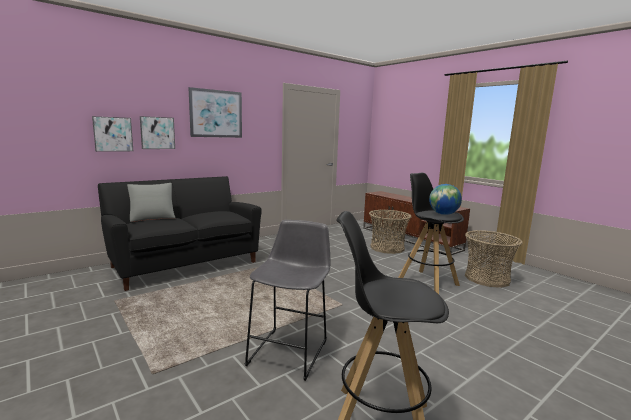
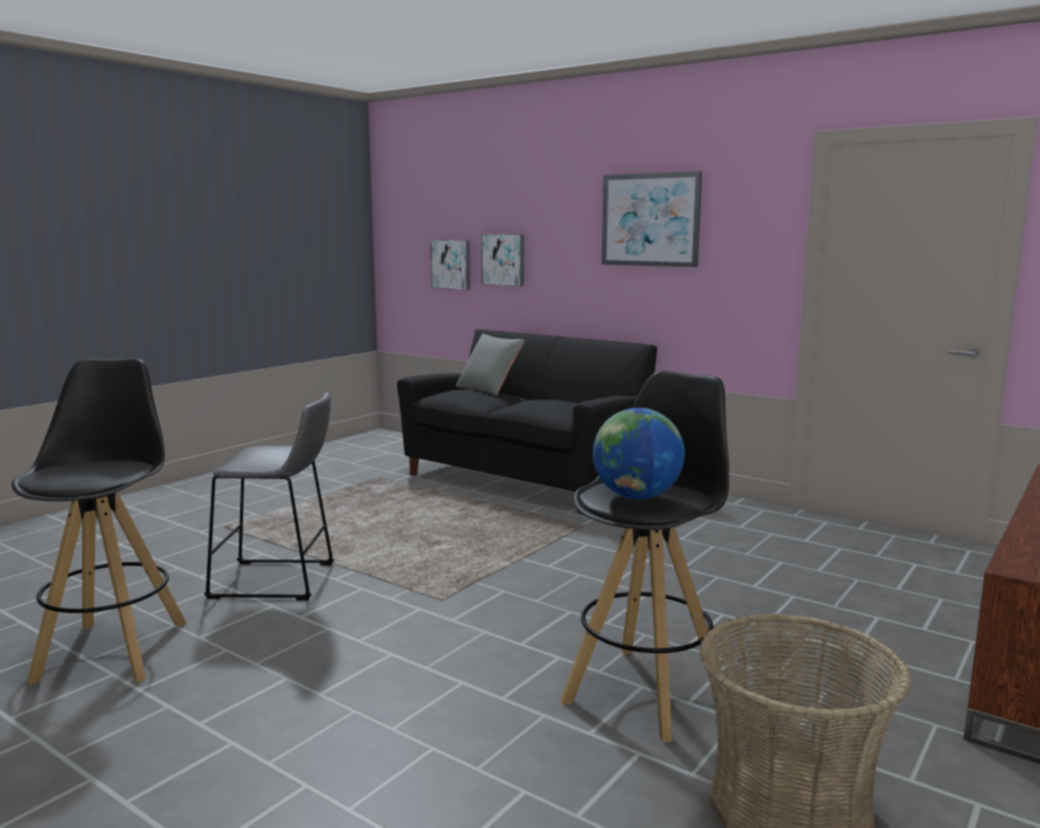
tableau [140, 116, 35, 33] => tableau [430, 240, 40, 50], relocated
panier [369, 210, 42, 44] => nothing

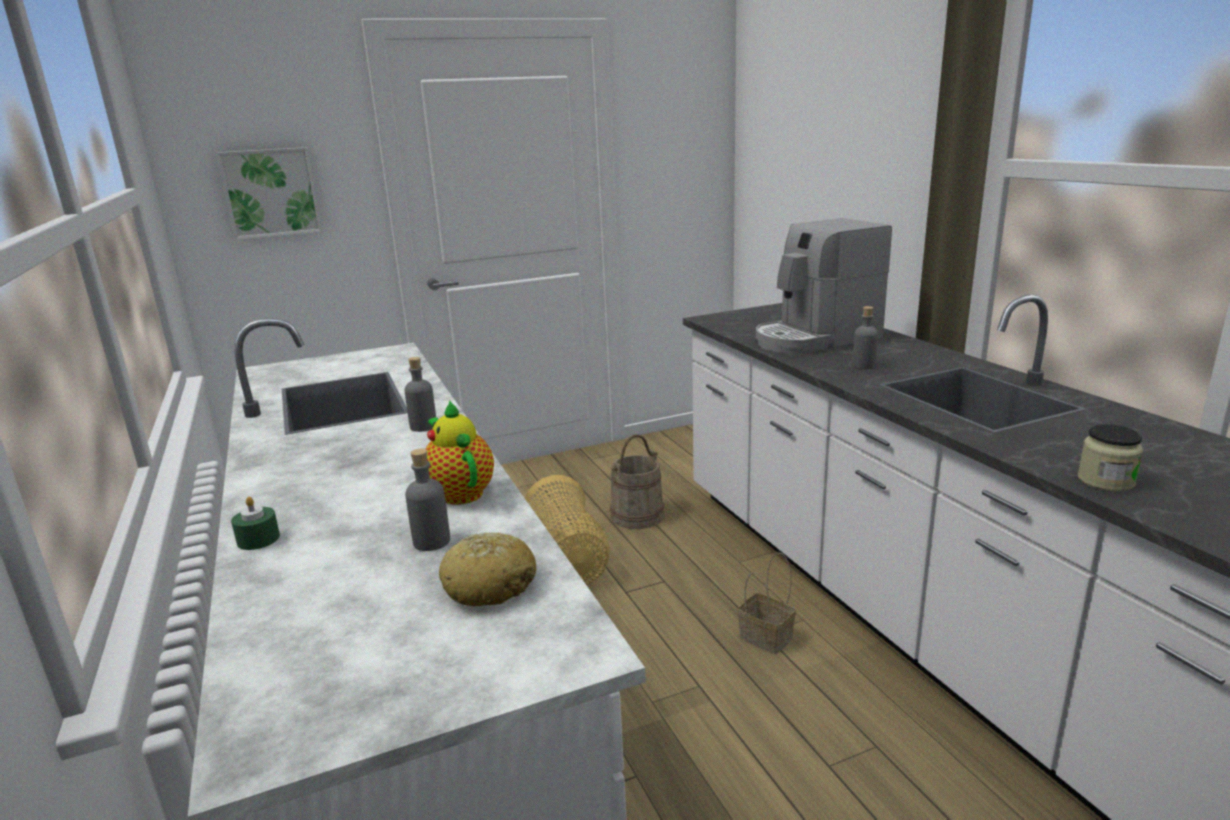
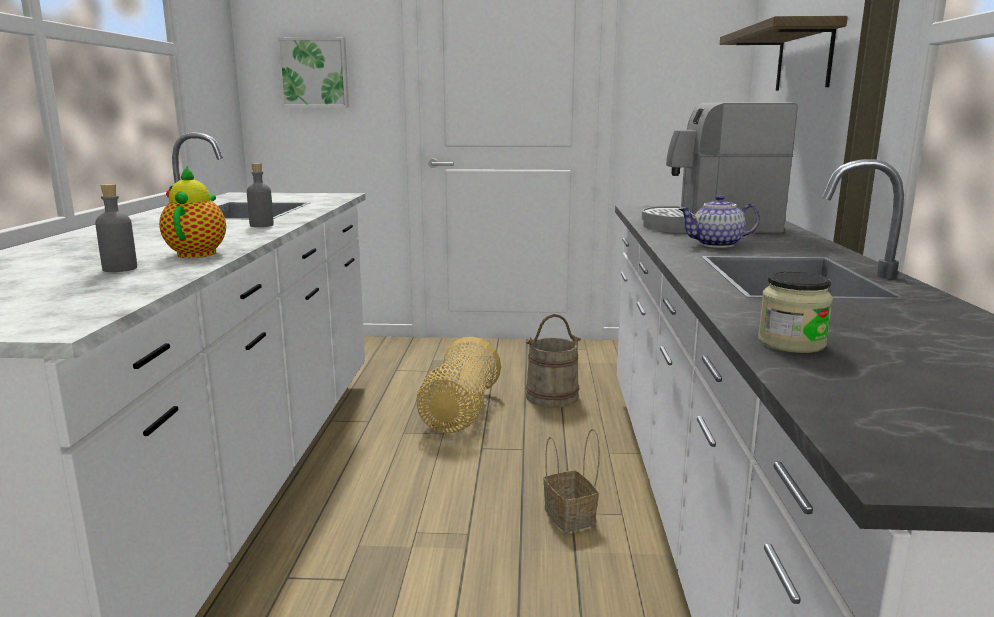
bouteille [gris] [852, 306, 26, 63] => théière [678, 195, 82, 53]
bougie [vert] [231, 497, 49, 53] => nothing
pain [439, 532, 97, 74] => nothing
nothing => étagère [720, 16, 128, 75]

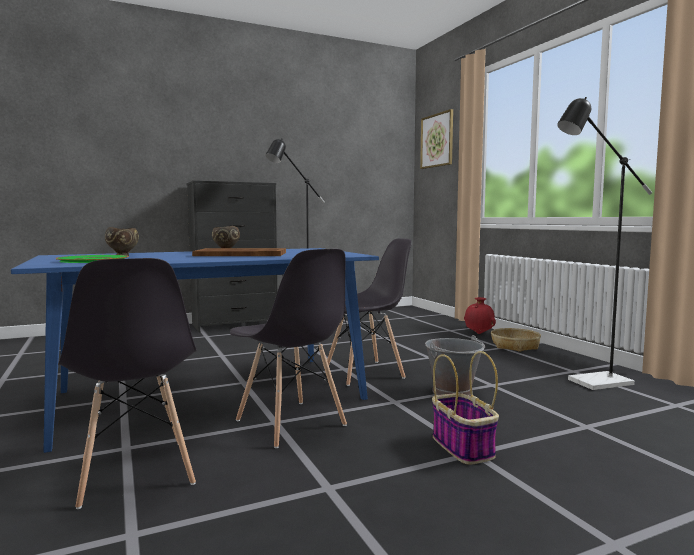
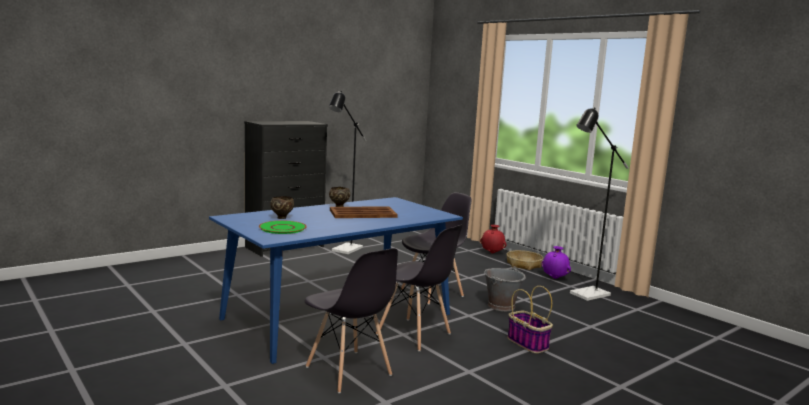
tableau [420, 109, 33, 60] => nothing
nothing => vase [violet] [542, 246, 29, 33]

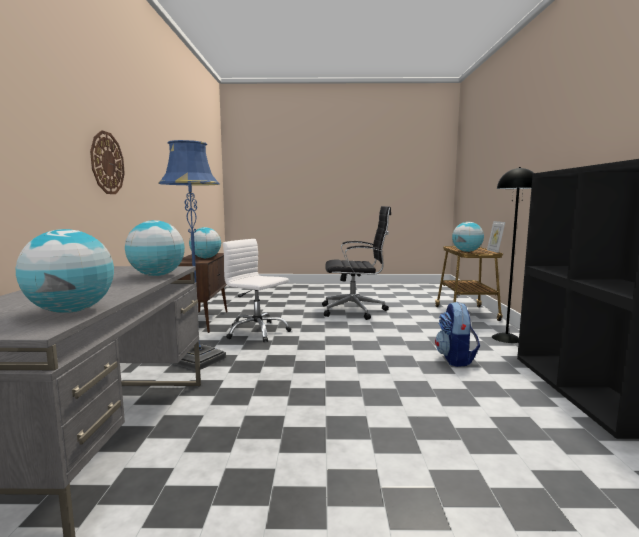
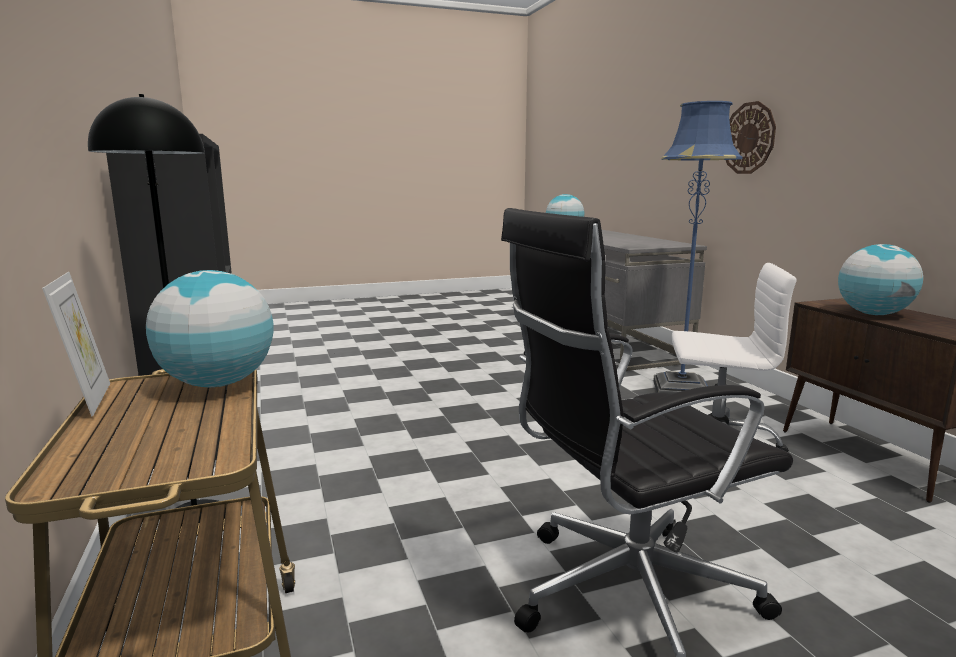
globe [125, 220, 60, 56] => nothing
sac à dos [435, 302, 45, 65] => nothing

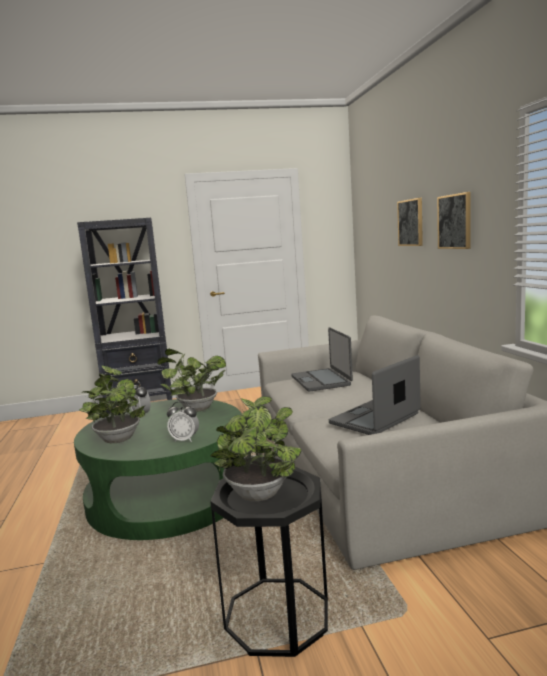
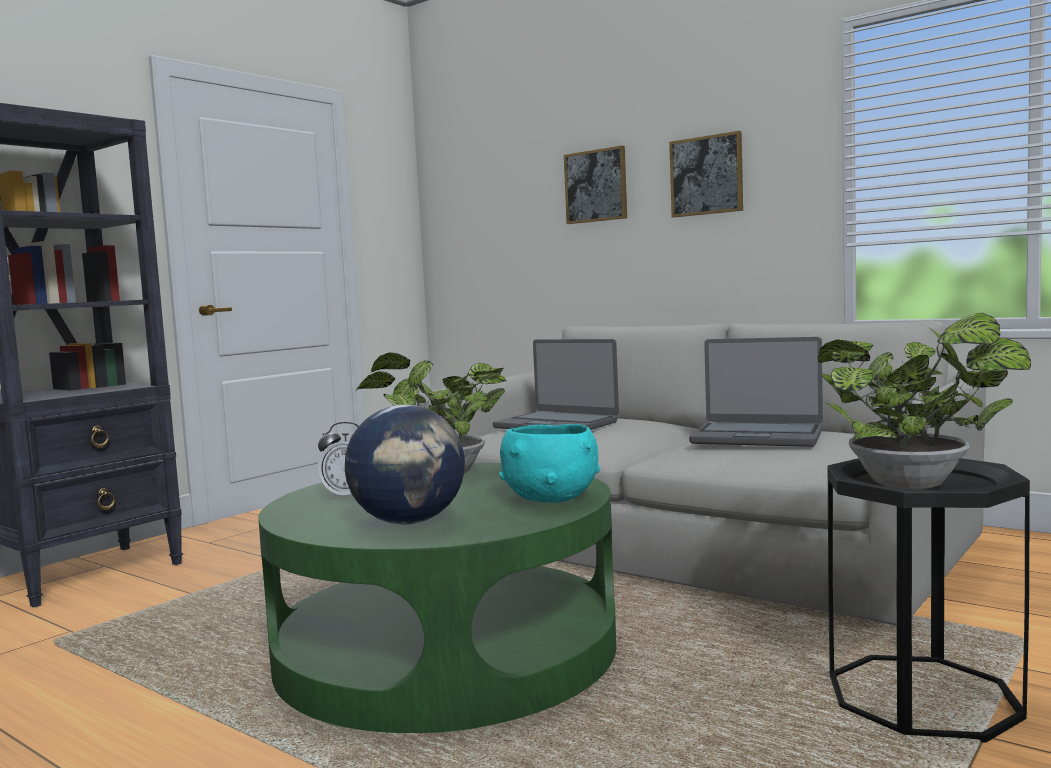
ordinateur portable [329, 355, 92, 80] => ordinateur portable [689, 337, 134, 110], 75 degrees counterclockwise
plante en pot [79, 365, 66, 78] => globe [345, 405, 120, 119]
réveil [167, 401, 32, 41] => bol [turquoise] [499, 424, 101, 79]

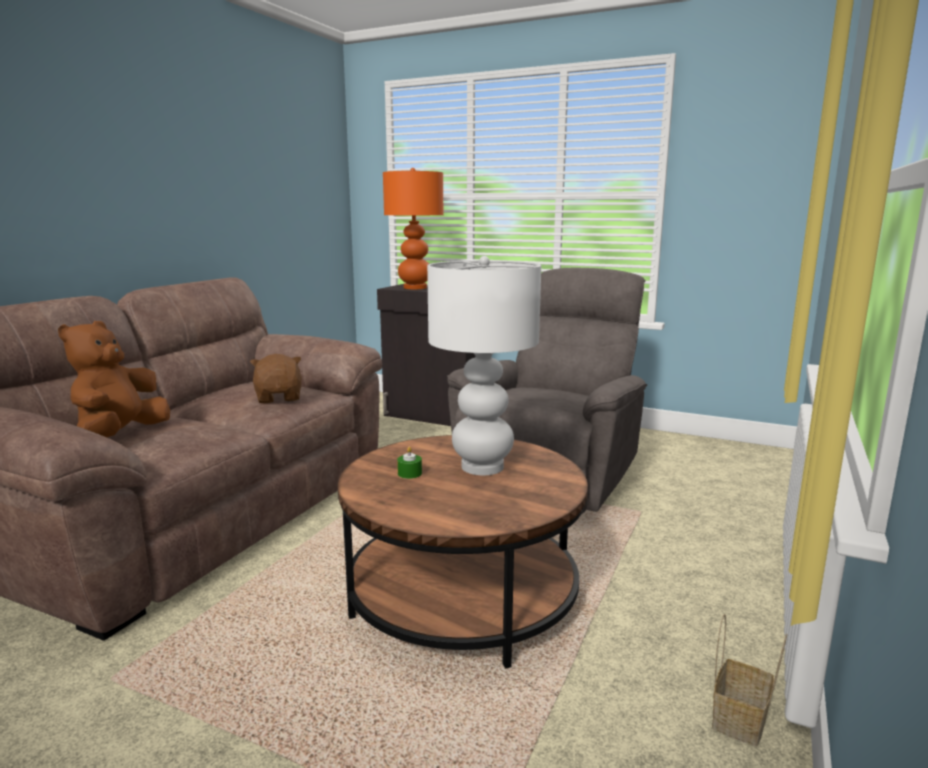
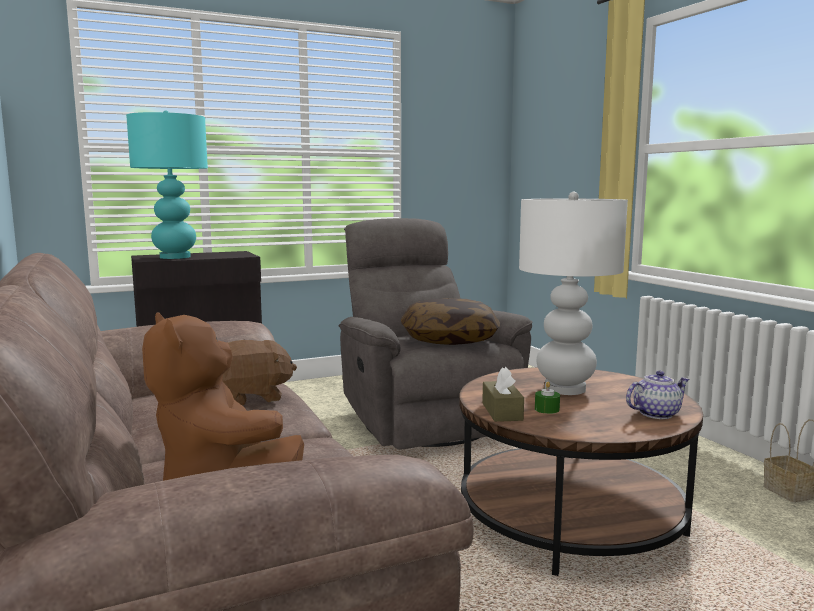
lampe de table [orange] [383, 168, 60, 121] => lampe de table [turquoise] [126, 111, 82, 148]
peluche [marron] [250, 354, 52, 49] => peluche [marron] [222, 340, 75, 65], 135 degrees clockwise
nothing => coussin [401, 298, 99, 47]
nothing => boîte à mouchoirs [marron] [482, 367, 42, 55]
nothing => théière [626, 371, 64, 48]

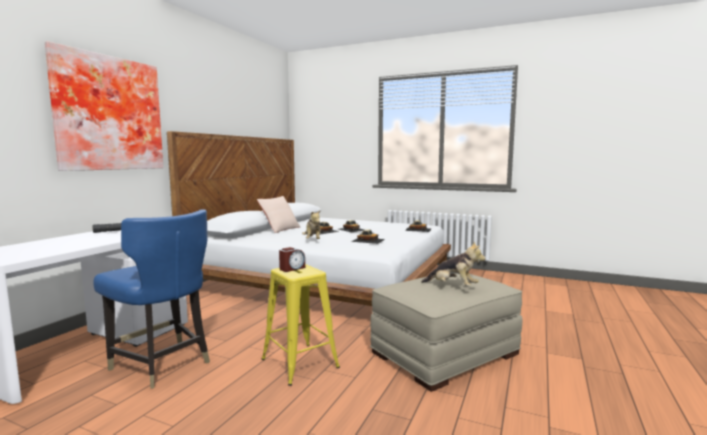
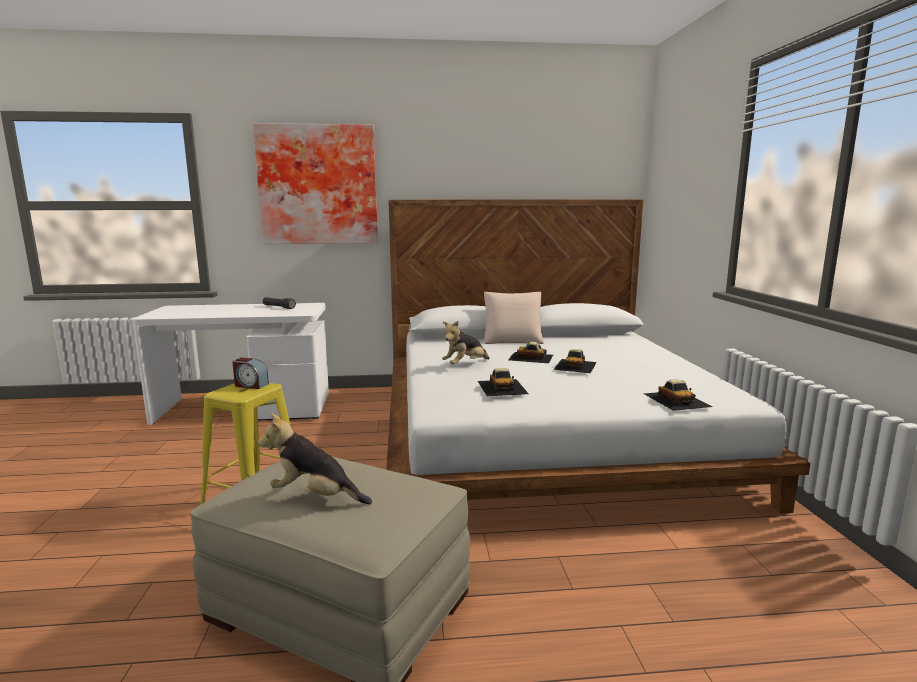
chaise [bleu] [93, 209, 117, 180] => nothing
peluche [422, 242, 63, 44] => peluche [258, 413, 114, 91], 105 degrees clockwise

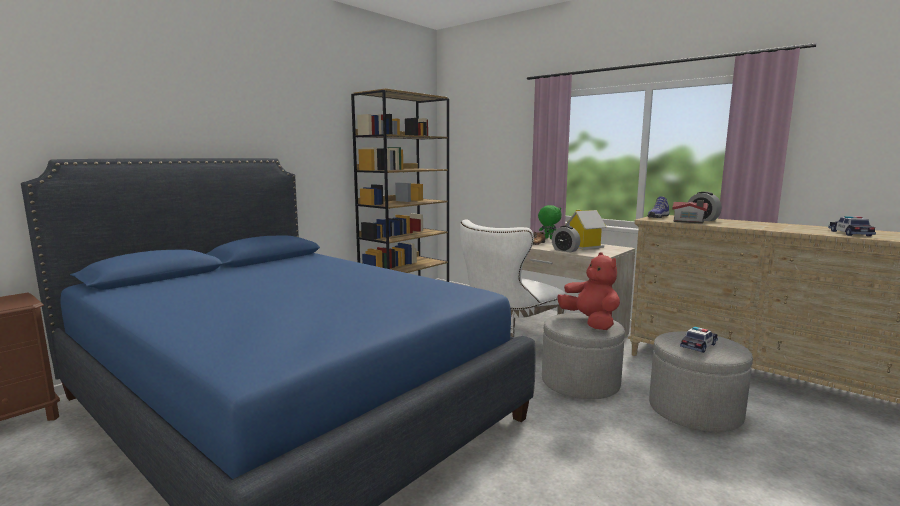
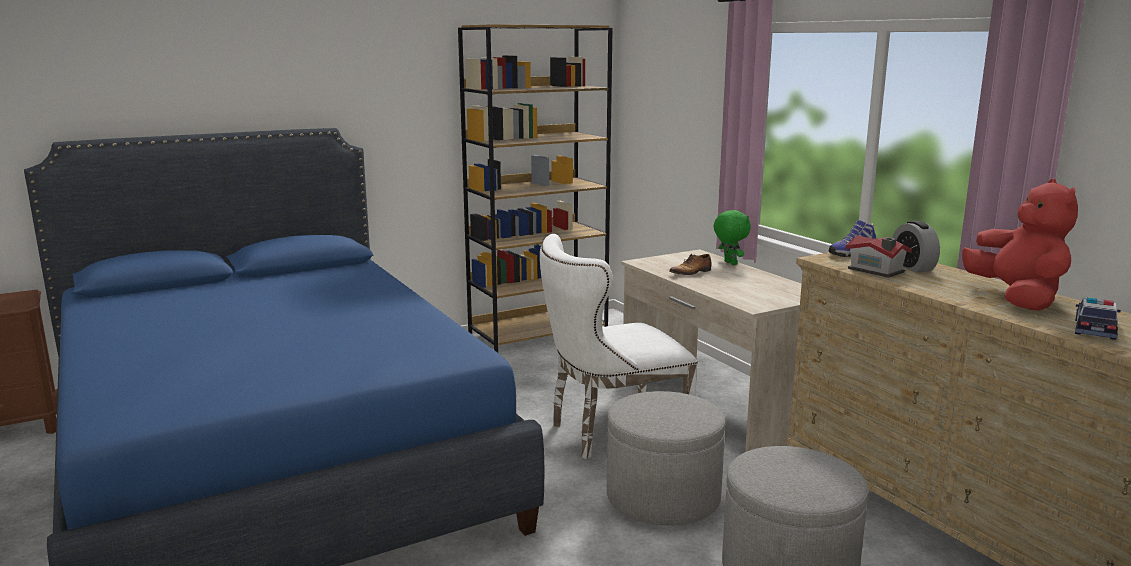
maison miniature [565, 210, 42, 40] => nothing
réveil [552, 225, 28, 28] => nothing
peluche [rouge] [558, 253, 62, 77] => peluche [rouge] [962, 179, 116, 132], relocated
petite voiture [680, 326, 38, 27] => nothing

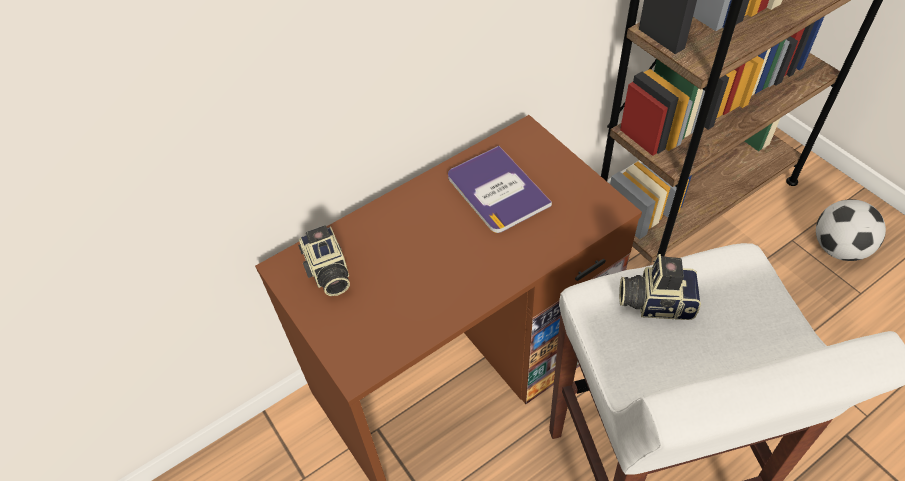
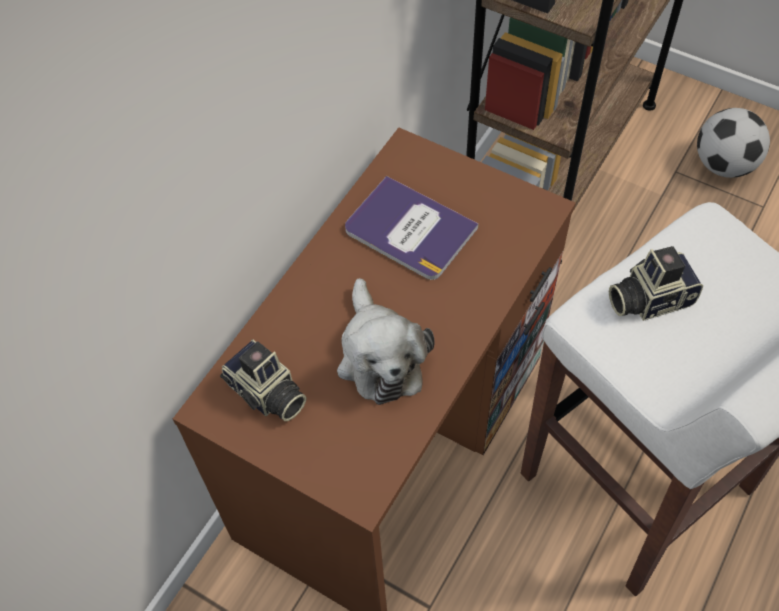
nothing => peluche [337, 278, 98, 127]

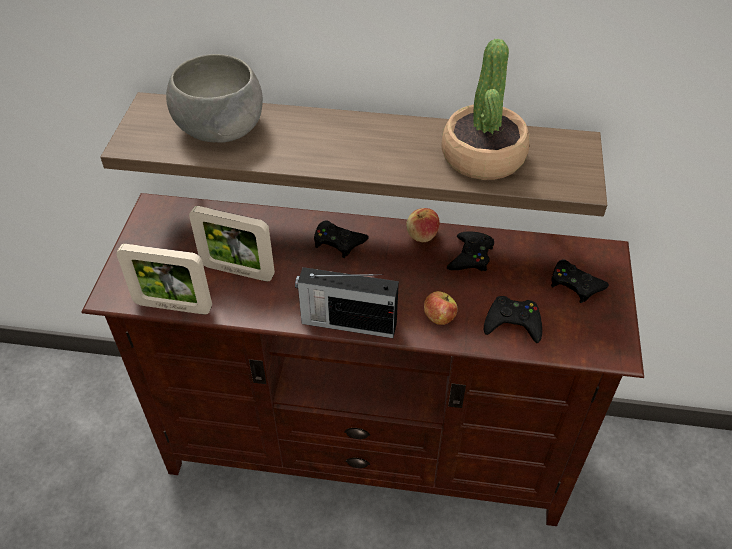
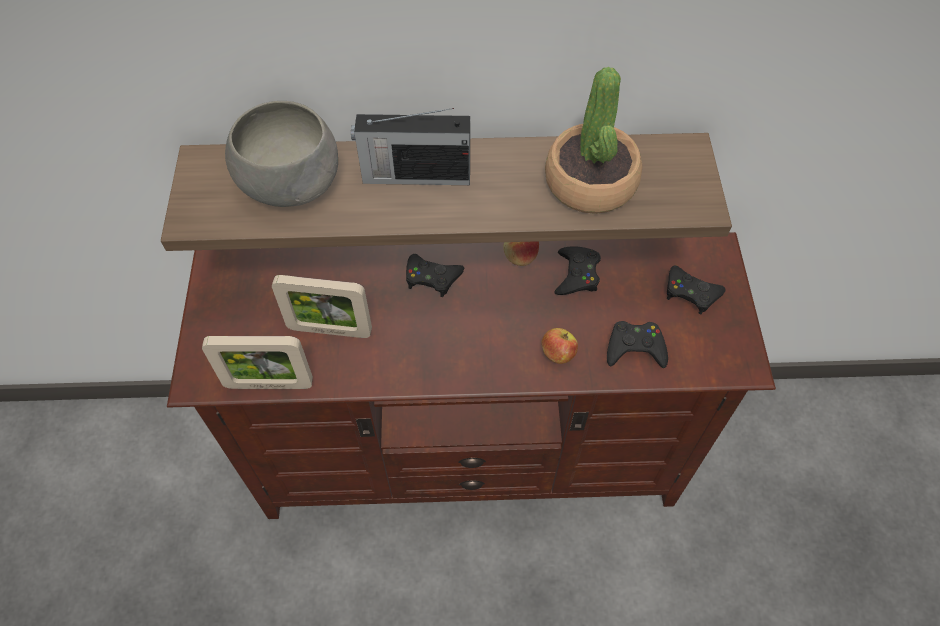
radio [295, 267, 104, 71] => radio [351, 108, 119, 77], relocated

